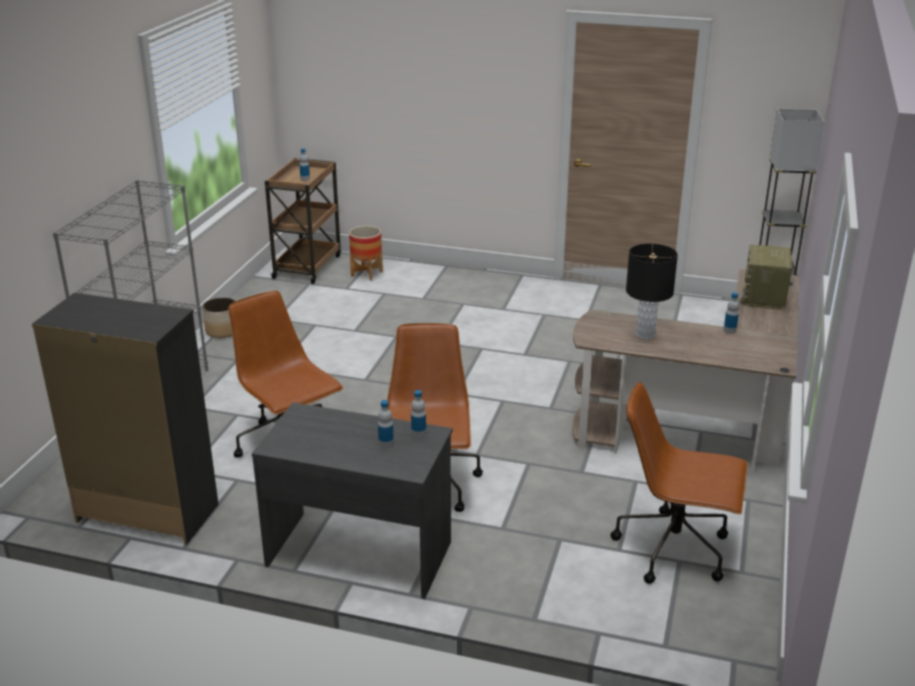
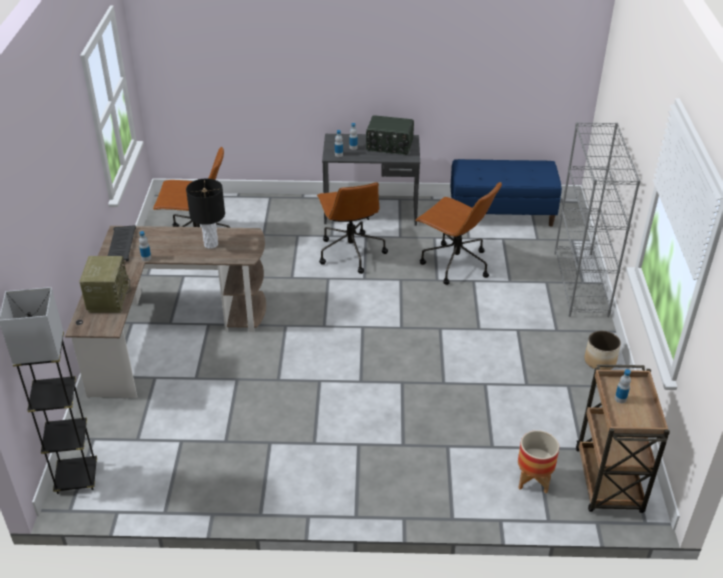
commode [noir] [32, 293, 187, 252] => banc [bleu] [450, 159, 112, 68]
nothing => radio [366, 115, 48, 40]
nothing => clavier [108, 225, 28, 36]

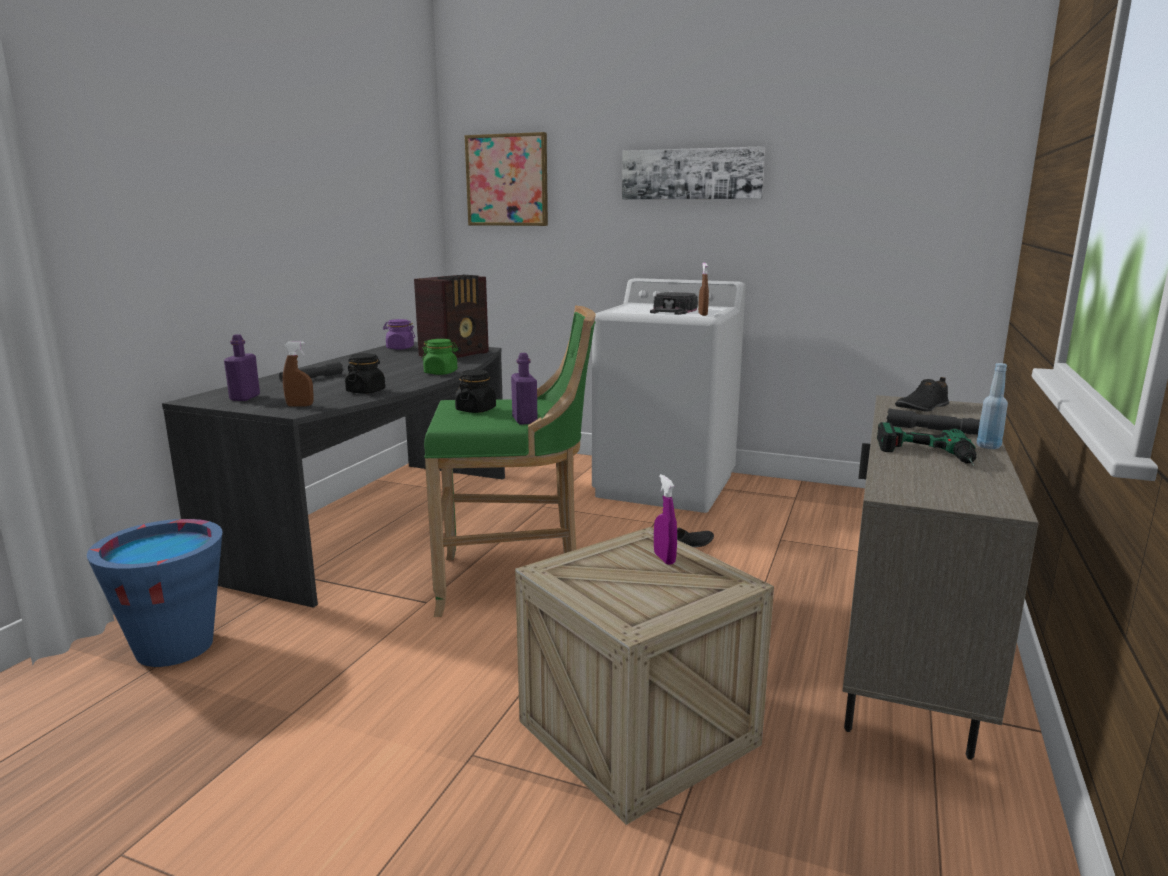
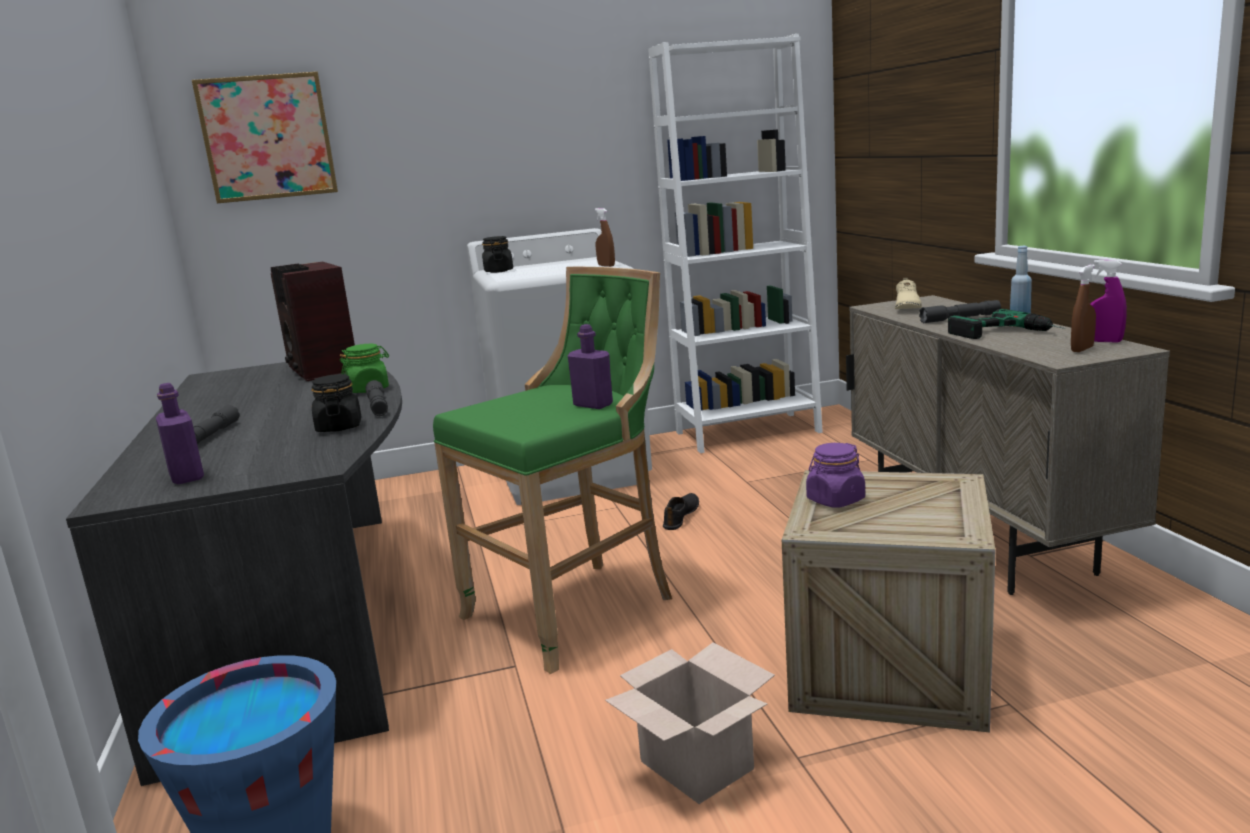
tableau [622, 146, 143, 54] => nothing
radio [414, 275, 75, 83] => radio [270, 261, 85, 120], 150 degrees clockwise
casquette [noir] [650, 292, 48, 23] => nothing
bocal [violet] [383, 319, 32, 31] => bocal [violet] [806, 443, 59, 65], relocated
vaporisateur [marron] [283, 341, 31, 66] => vaporisateur [marron] [1071, 264, 25, 88], relocated
bocal [noir] [455, 370, 41, 43] => bocal [noir] [482, 236, 31, 37], relocated
chaussure [noir] [895, 377, 54, 34] => chaussure [beige] [895, 277, 27, 32]
vaporisateur [violet] [654, 474, 23, 91] => vaporisateur [violet] [1090, 260, 37, 83], relocated
nothing => bibliothèque [blanc] [648, 34, 175, 419]
nothing => lampe de poche [gris] [365, 380, 23, 36]
nothing => carton [605, 642, 170, 162]

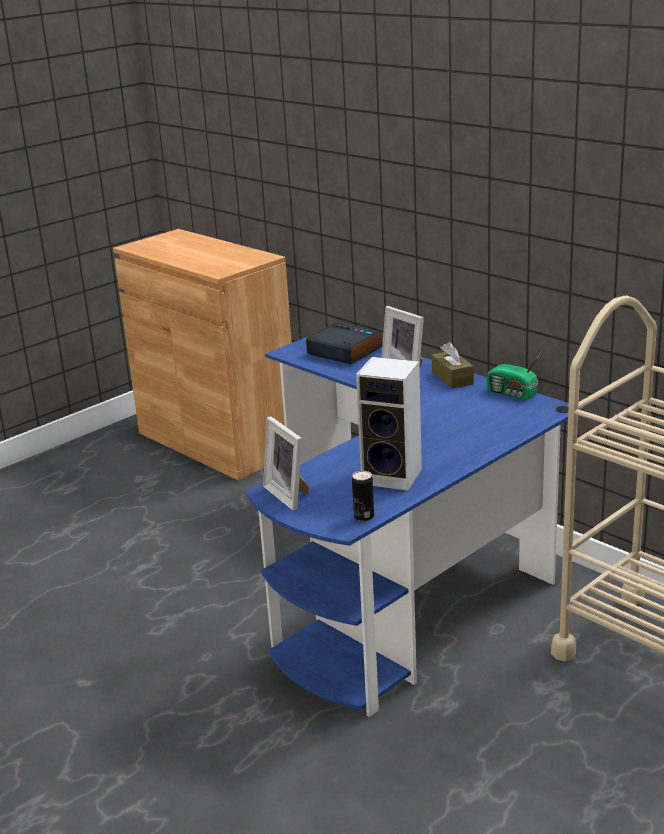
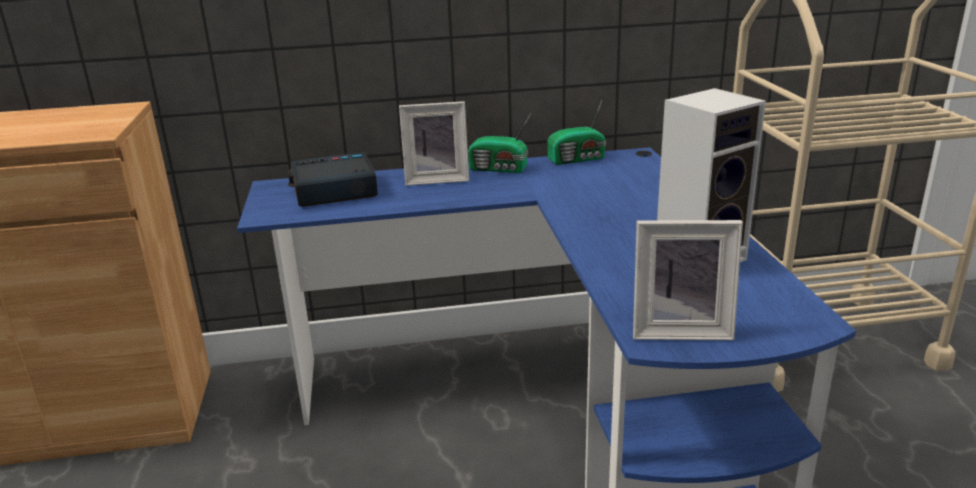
boîte à mouchoirs [marron] [432, 342, 42, 47] => radio [468, 113, 63, 60]
boîte métallique [352, 471, 22, 50] => nothing

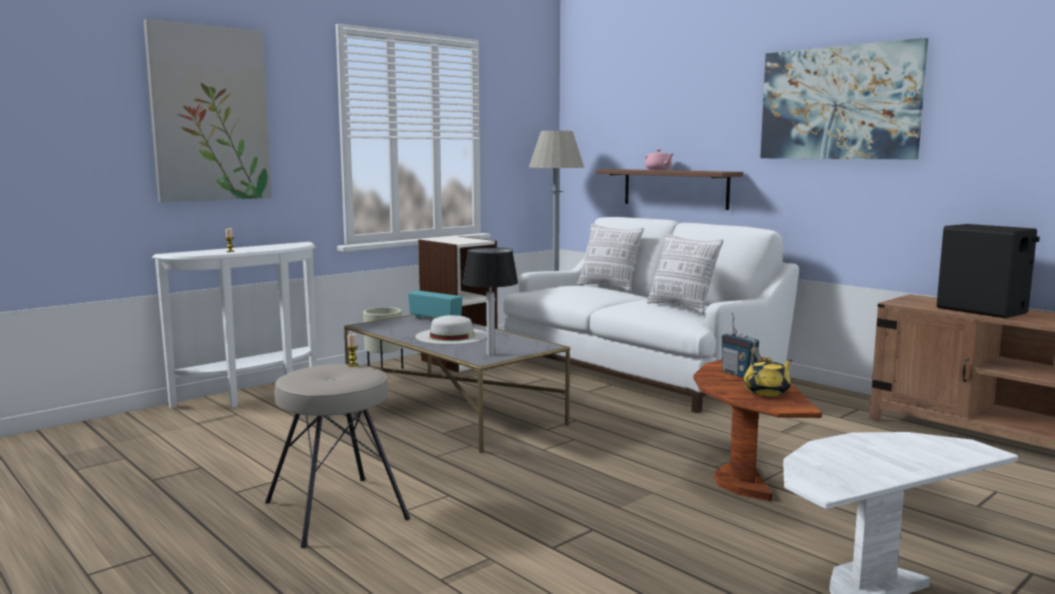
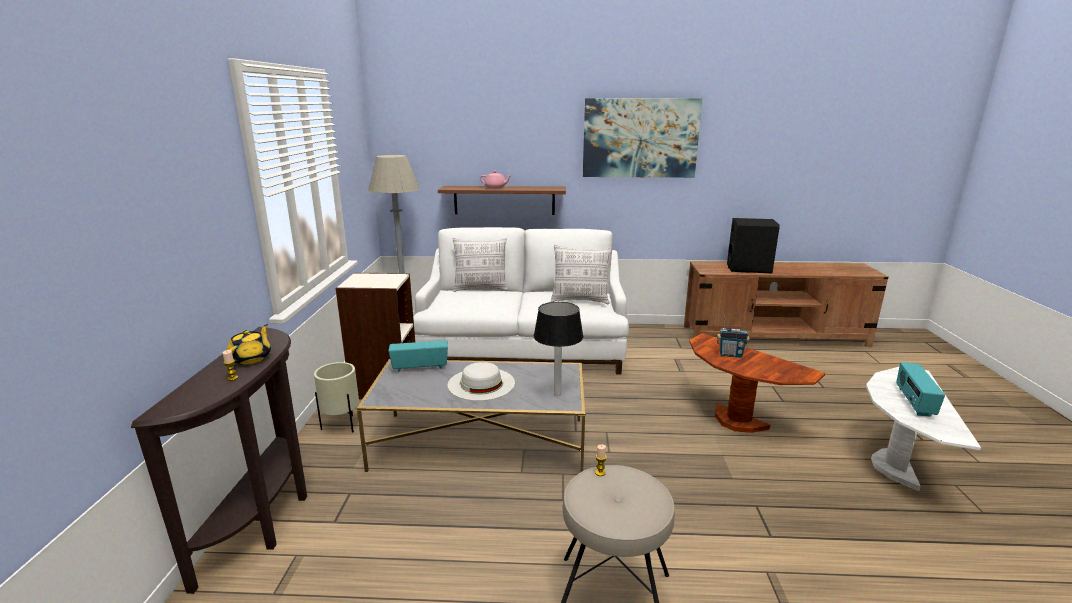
tableau [144, 19, 128, 183] => nothing
table console [blanc] [152, 242, 165, 166] => table console [marron] [131, 327, 176, 267]
théière [jaune] [744, 358, 49, 38] => théière [jaune] [227, 324, 44, 41], relocated
nothing => radio [896, 362, 49, 55]

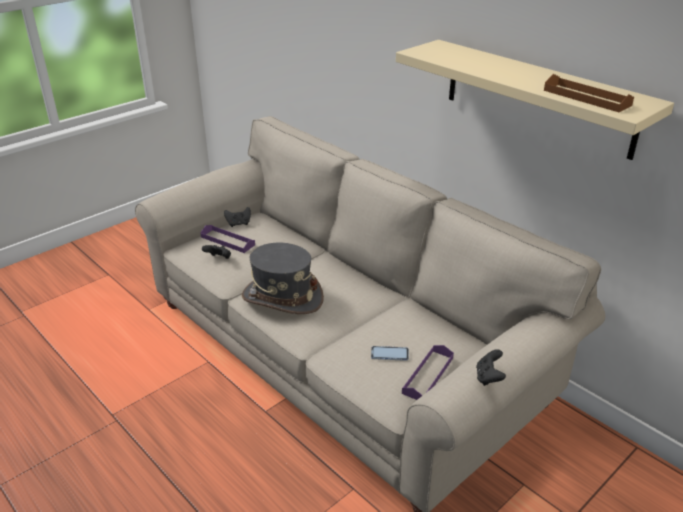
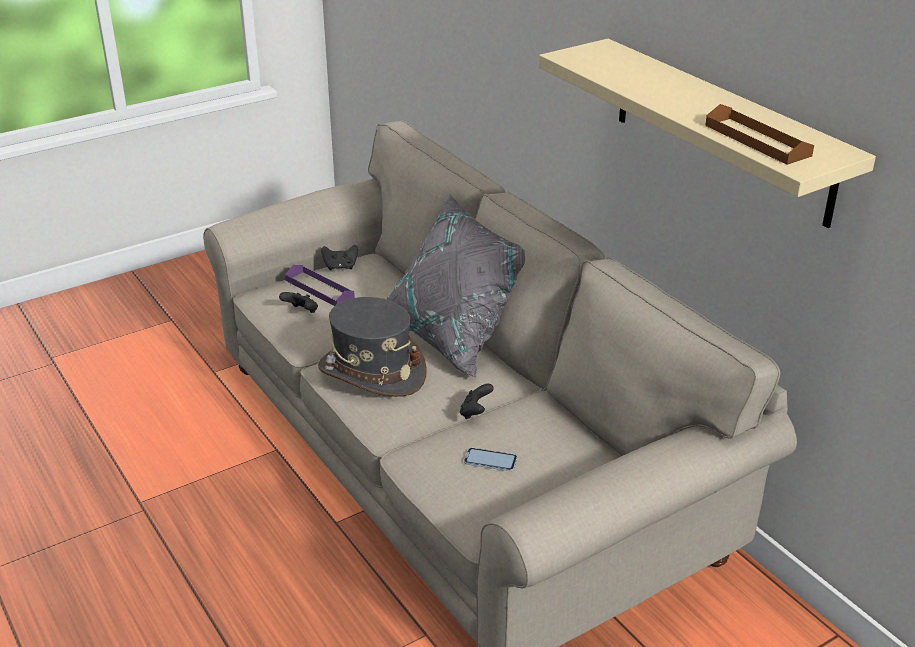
plateau [violet] [402, 345, 52, 55] => nothing
manette [noir] [476, 349, 30, 37] => manette [noir] [460, 384, 34, 35], relocated
nothing => coussin [gris] [386, 194, 139, 184]

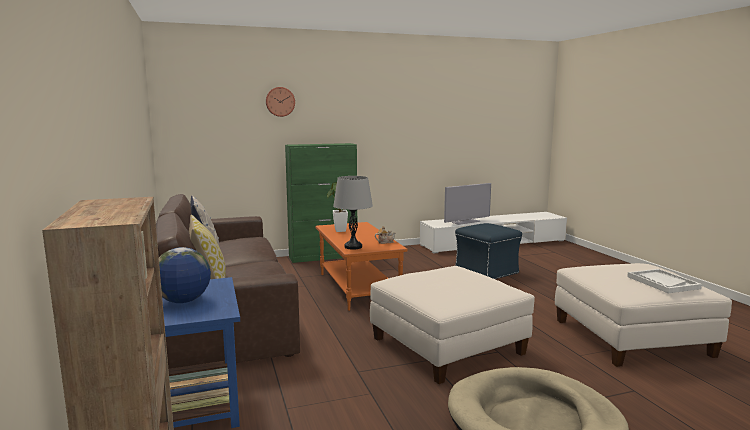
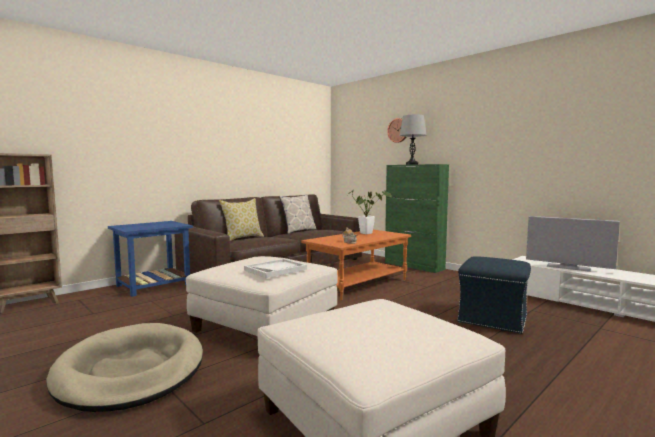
lampe de table [gris] [333, 176, 40, 74] => lampe de table [gris] [399, 114, 27, 51], relocated
globe [159, 247, 52, 56] => nothing
plateau [blanc] [627, 269, 75, 24] => plateau [blanc] [244, 259, 63, 19], relocated

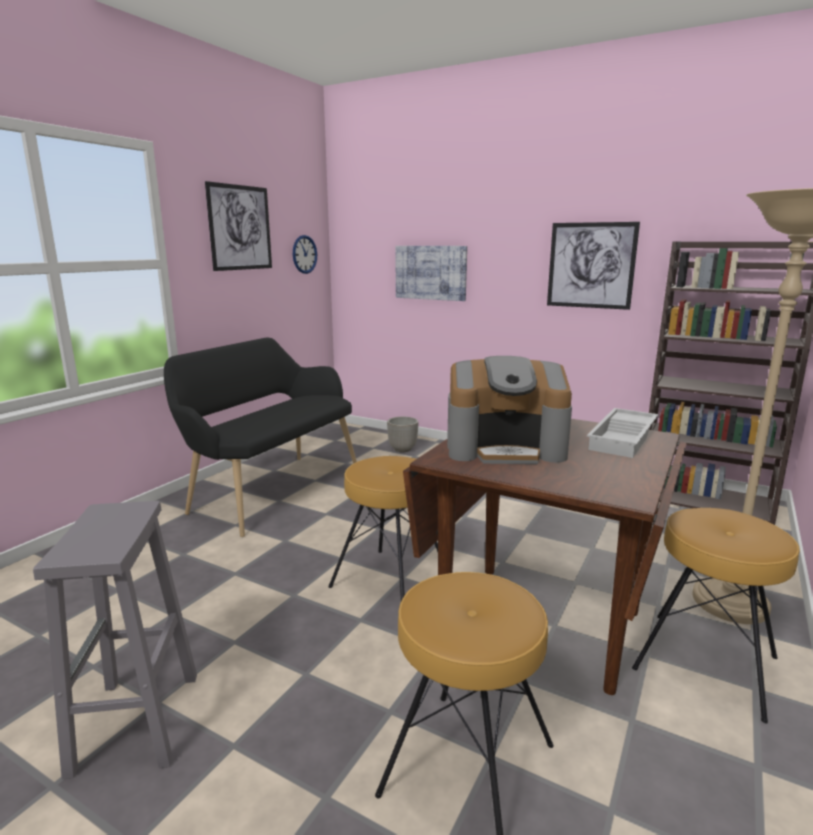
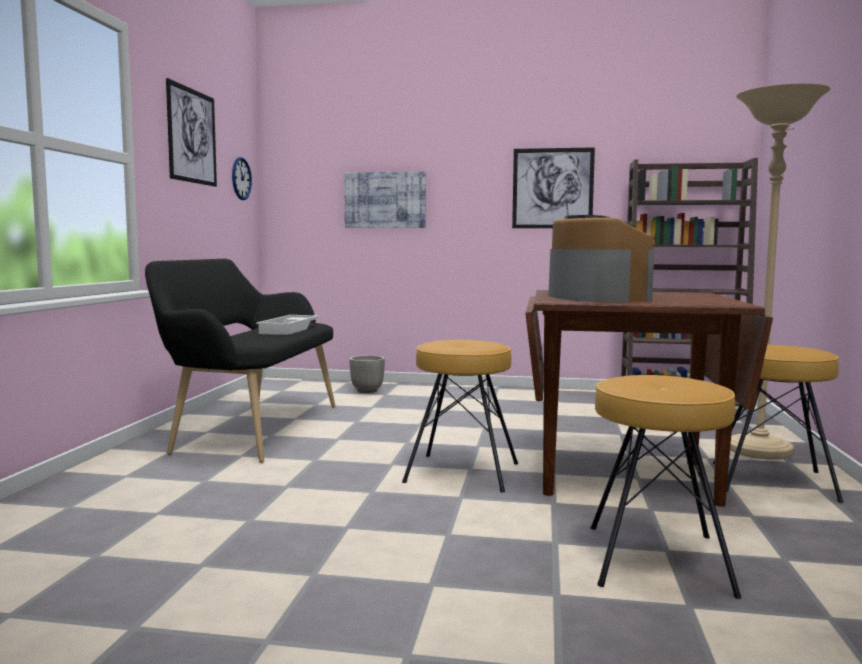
machine à café [447, 356, 125, 108] => machine à café [548, 215, 106, 87], 90 degrees counterclockwise
plateau [blanc] [587, 408, 71, 50] => plateau [blanc] [256, 315, 64, 20], relocated
tabouret [gris] [33, 501, 164, 278] => nothing

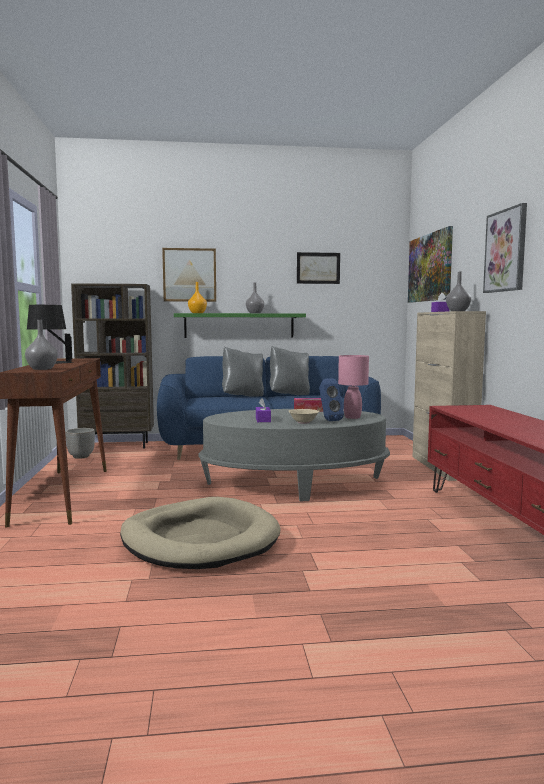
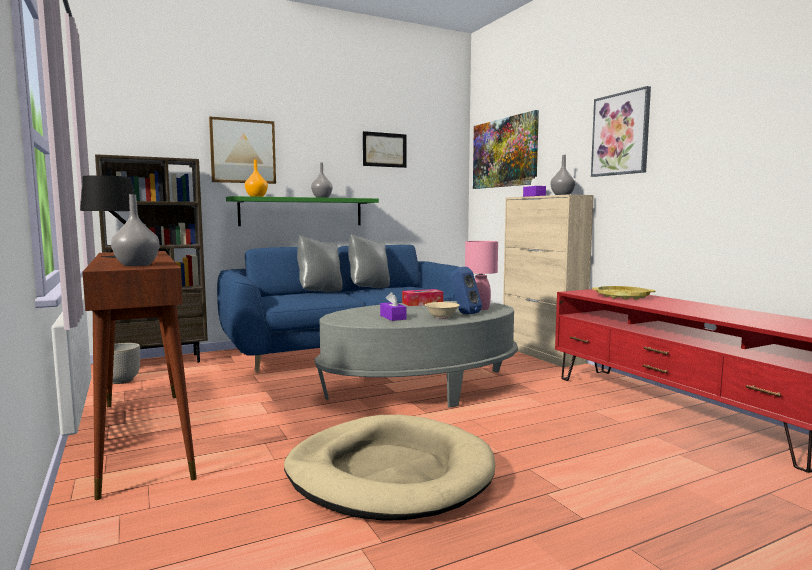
nothing => plateau [jaune] [592, 286, 64, 14]

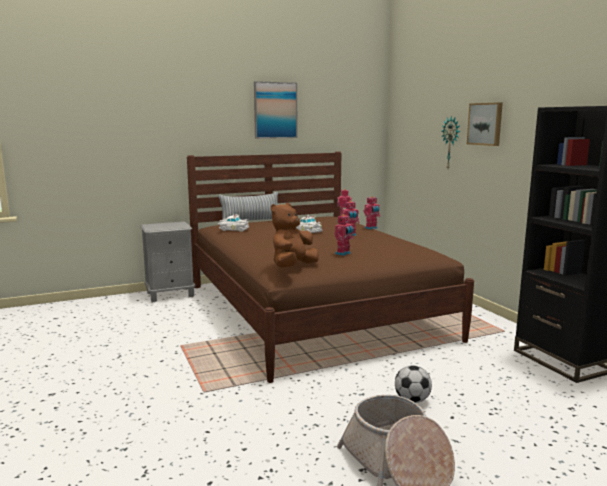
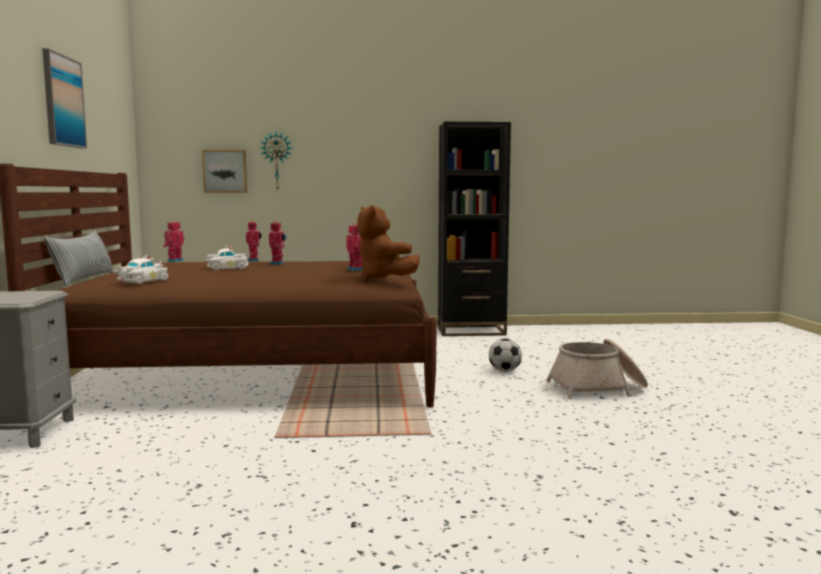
tableau [467, 102, 36, 44] => tableau [202, 150, 45, 43], relocated

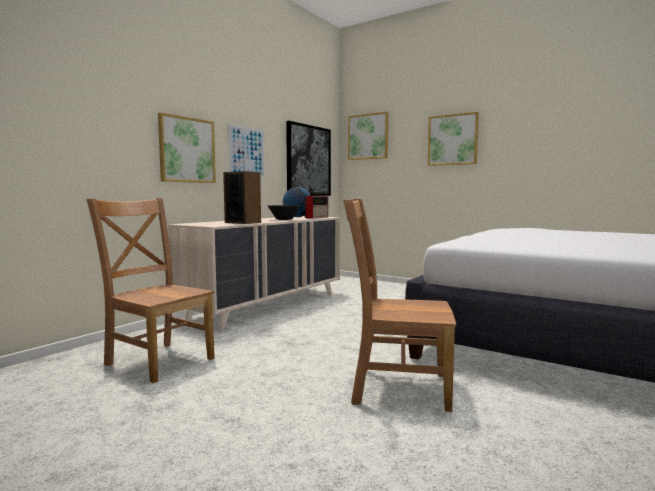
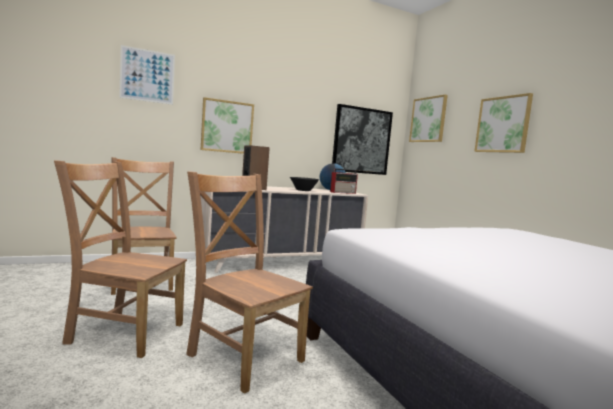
tableau [228, 124, 37, 54] => tableau [119, 45, 56, 60], relocated
nothing => chaise [marron] [54, 160, 133, 198]

